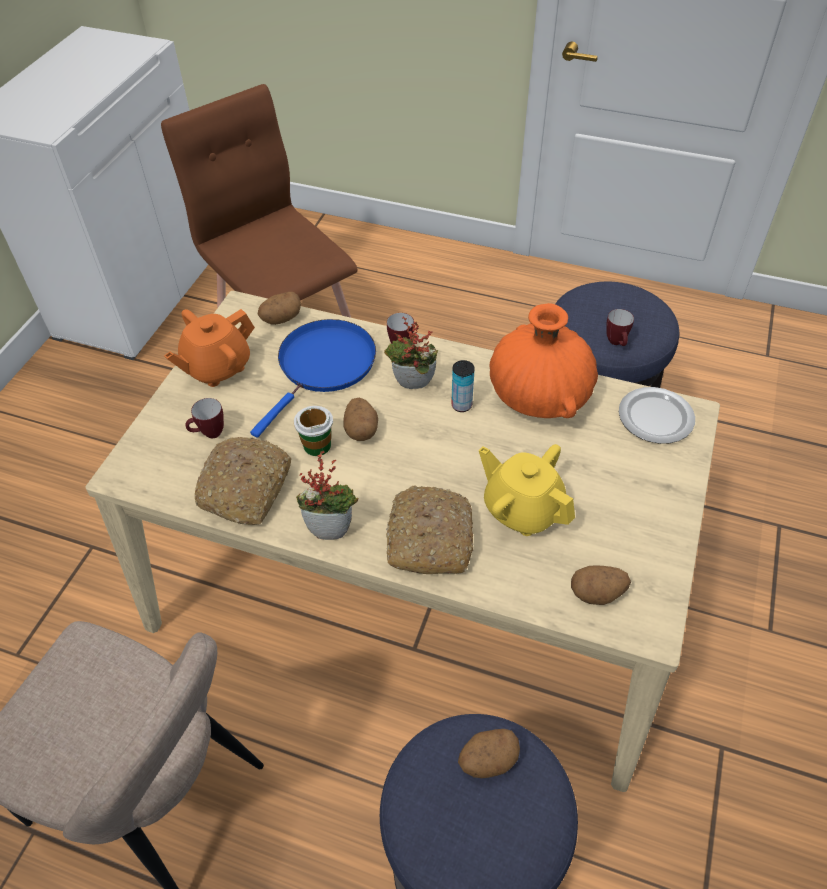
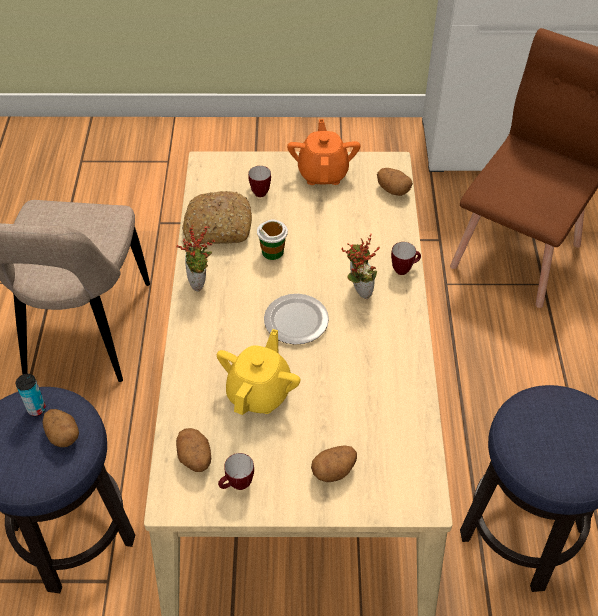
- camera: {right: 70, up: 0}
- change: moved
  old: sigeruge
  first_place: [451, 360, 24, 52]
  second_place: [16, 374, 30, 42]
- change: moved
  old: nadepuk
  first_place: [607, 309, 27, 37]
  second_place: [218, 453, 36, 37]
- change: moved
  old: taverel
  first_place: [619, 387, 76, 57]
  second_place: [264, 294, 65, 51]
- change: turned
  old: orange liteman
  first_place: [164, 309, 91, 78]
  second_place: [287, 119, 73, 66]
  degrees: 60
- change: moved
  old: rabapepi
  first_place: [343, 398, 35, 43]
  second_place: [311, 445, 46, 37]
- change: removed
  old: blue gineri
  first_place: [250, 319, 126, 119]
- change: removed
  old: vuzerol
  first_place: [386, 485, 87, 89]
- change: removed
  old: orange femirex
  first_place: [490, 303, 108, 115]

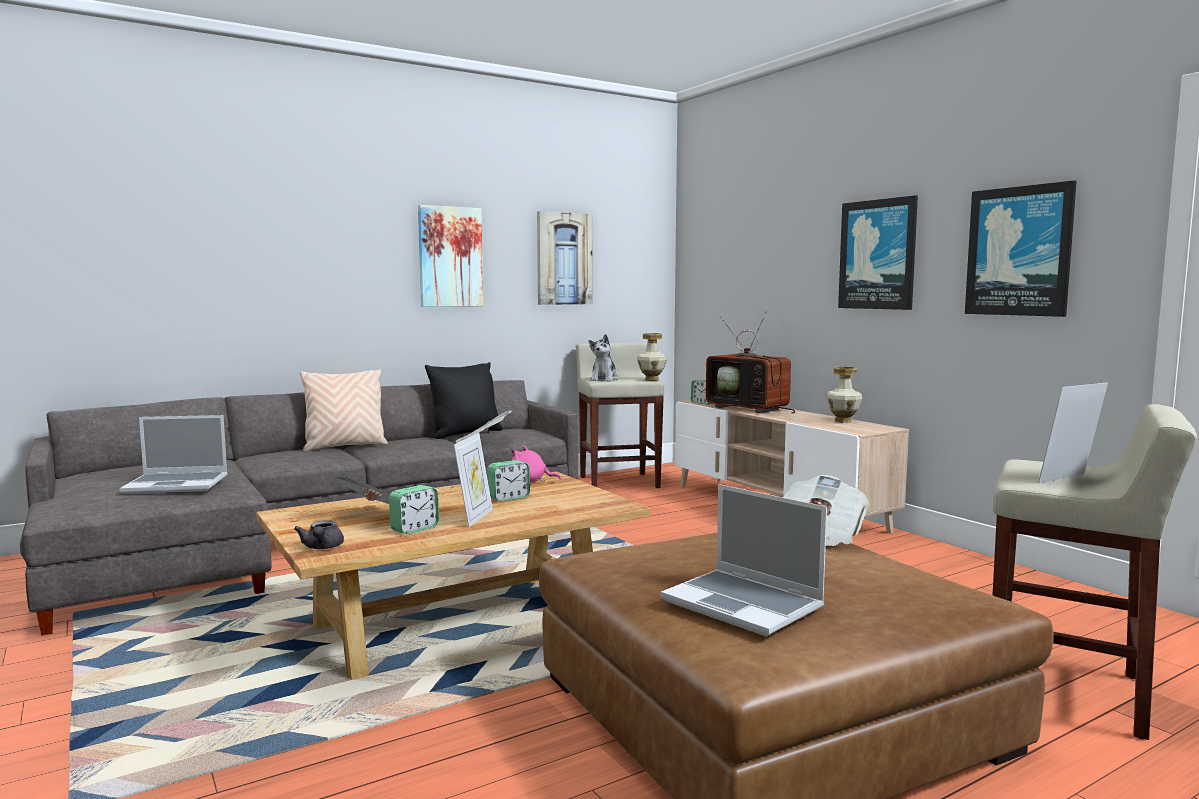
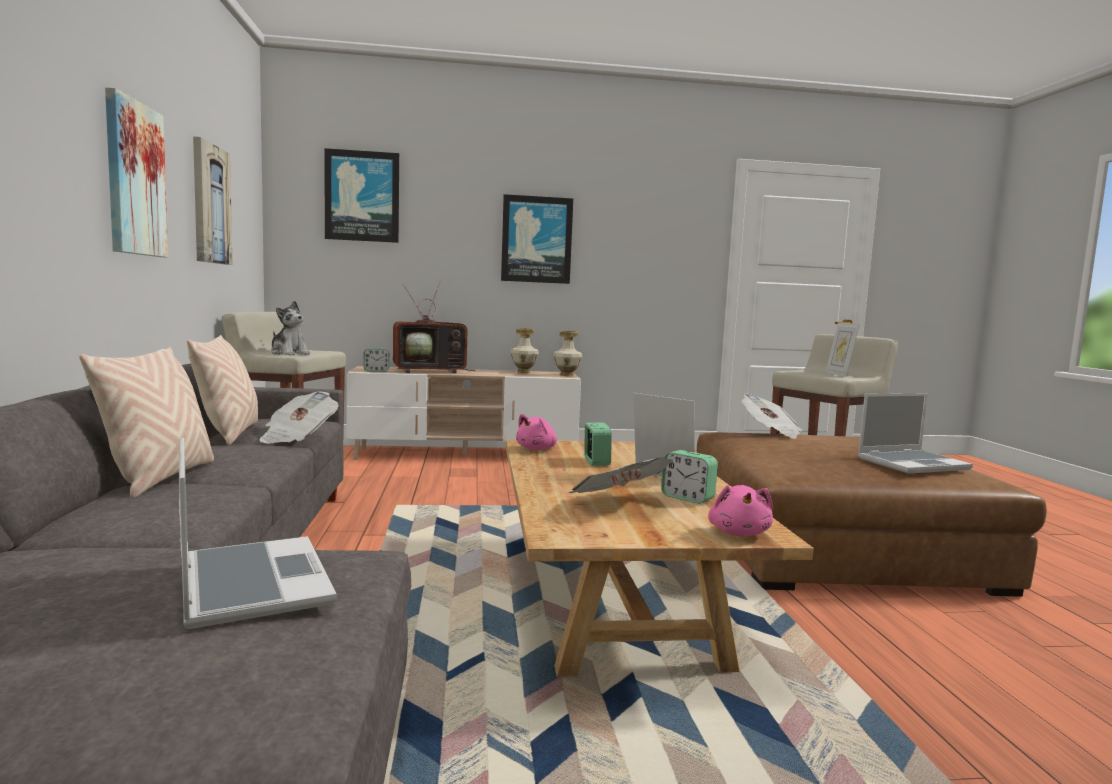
- camera: {right: -65, up: 0}
- change: turned
  old: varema
  first_place: [119, 415, 109, 79]
  second_place: [179, 438, 158, 191]
  degrees: -45
- change: recoloured
  old: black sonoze
  new: beige sonoze
  first_place: [425, 362, 78, 77]
  second_place: [187, 335, 71, 110]
- change: moved
  old: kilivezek
  first_place: [965, 180, 112, 137]
  second_place: [324, 148, 75, 95]
- change: moved
  old: femirex
  first_place: [637, 333, 30, 47]
  second_place: [553, 331, 30, 45]
- change: turned
  old: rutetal
  first_place: [389, 485, 50, 49]
  second_place: [661, 450, 57, 54]
  degrees: 150
- change: replaced
  old: grey liteman
  new: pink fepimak
  first_place: [294, 520, 50, 29]
  second_place: [708, 485, 65, 51]

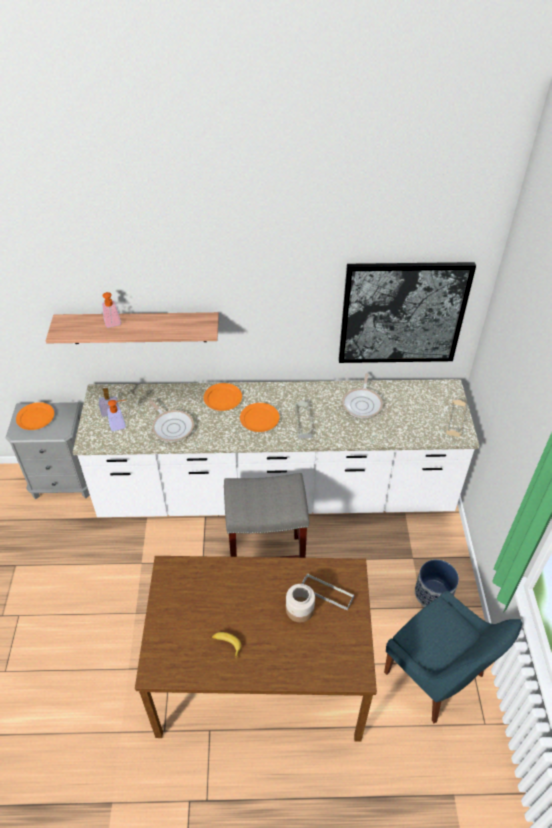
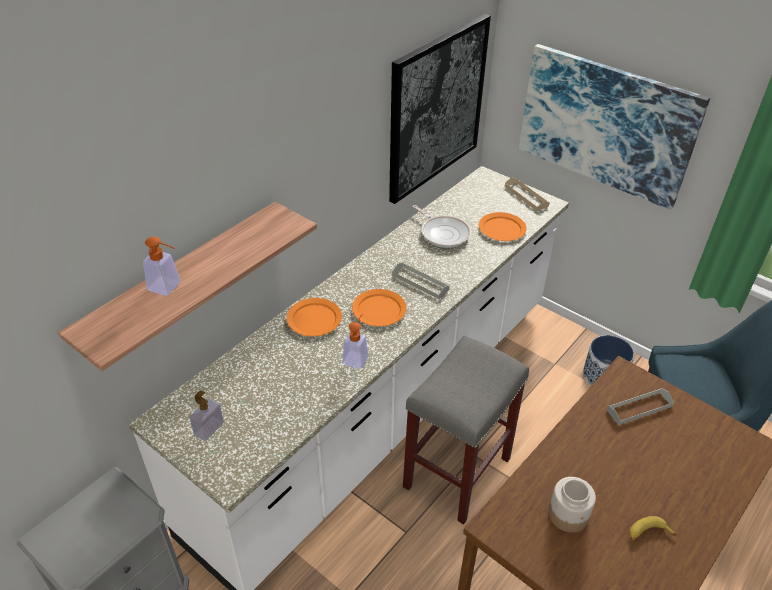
- camera: {right: -50, up: -5}
- change: moved
  old: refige
  first_place: [107, 399, 20, 32]
  second_place: [343, 313, 25, 56]
- change: moved
  old: orange taverel
  first_place: [16, 402, 38, 28]
  second_place: [479, 212, 48, 29]
- change: added
  new: kilivezek
  second_place: [519, 44, 191, 166]
- change: moved
  old: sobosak
  first_place: [286, 584, 29, 38]
  second_place: [548, 477, 48, 55]
- change: removed
  old: gineri
  first_place: [149, 400, 45, 42]

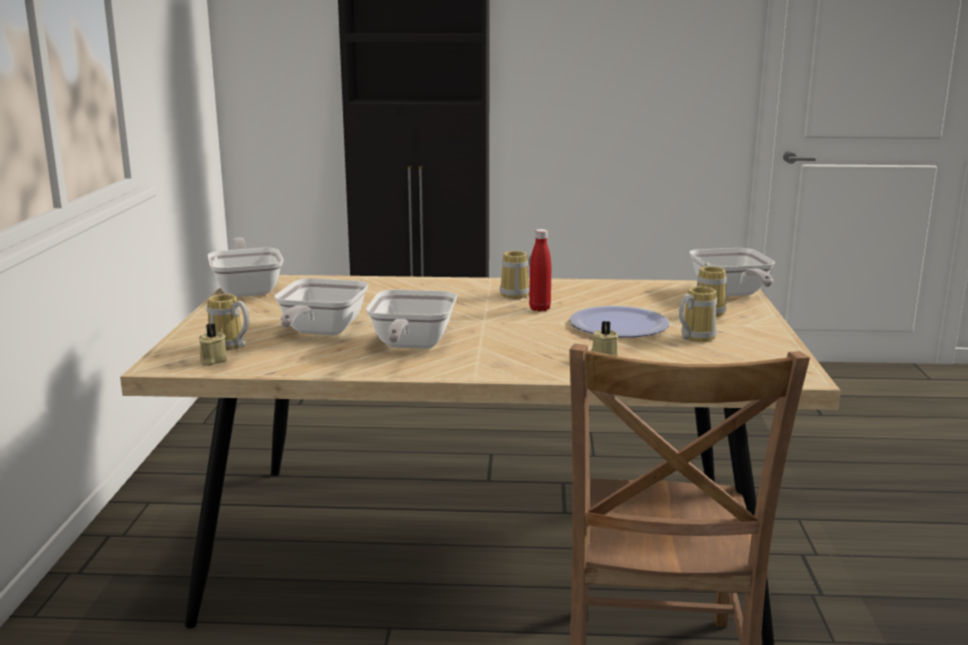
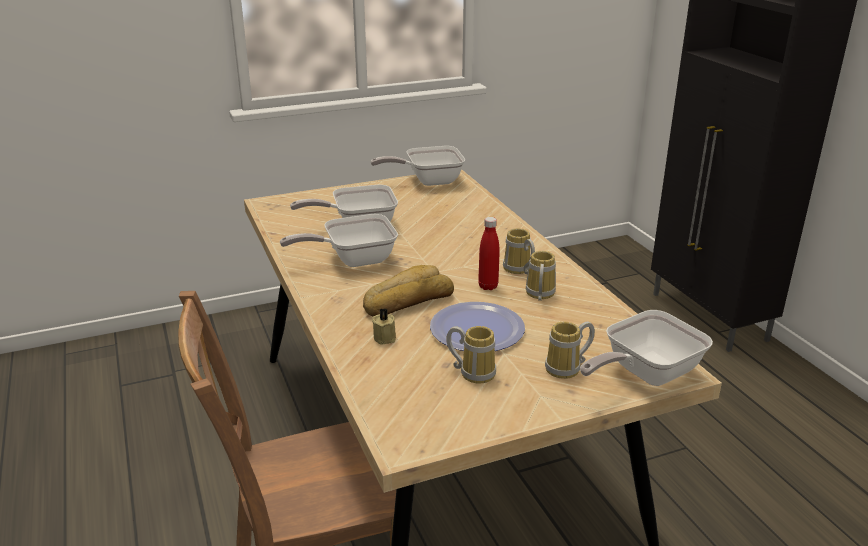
- camera: {right: 65, up: 10}
- change: added
  new: vuzerol
  second_place: [363, 265, 91, 52]
- change: turned
  old: gineri
  first_place: [208, 237, 76, 60]
  second_place: [371, 146, 94, 40]
  degrees: -150
- change: moved
  old: nadepuk
  first_place: [207, 294, 42, 57]
  second_place: [526, 251, 30, 50]
- change: removed
  old: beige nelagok
  first_place: [199, 324, 28, 42]

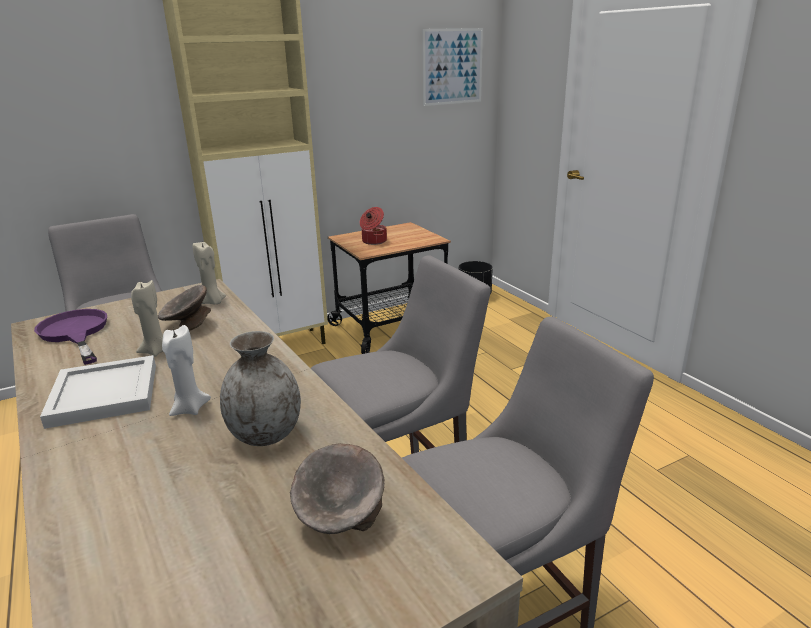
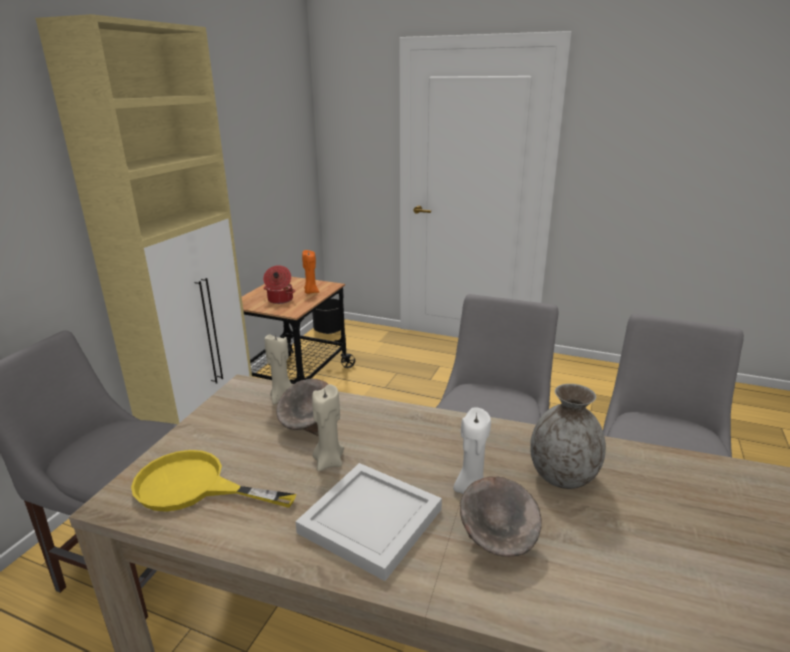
- camera: {right: -40, up: 0}
- change: recoloured
  old: purple gineri
  new: yellow gineri
  first_place: [34, 309, 73, 56]
  second_place: [131, 450, 165, 62]
- change: added
  new: orange nelagok
  second_place: [302, 250, 17, 44]
- change: moved
  old: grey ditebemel
  first_place: [290, 443, 95, 91]
  second_place: [460, 476, 82, 81]
- change: removed
  old: kilivezek
  first_place: [422, 28, 61, 78]

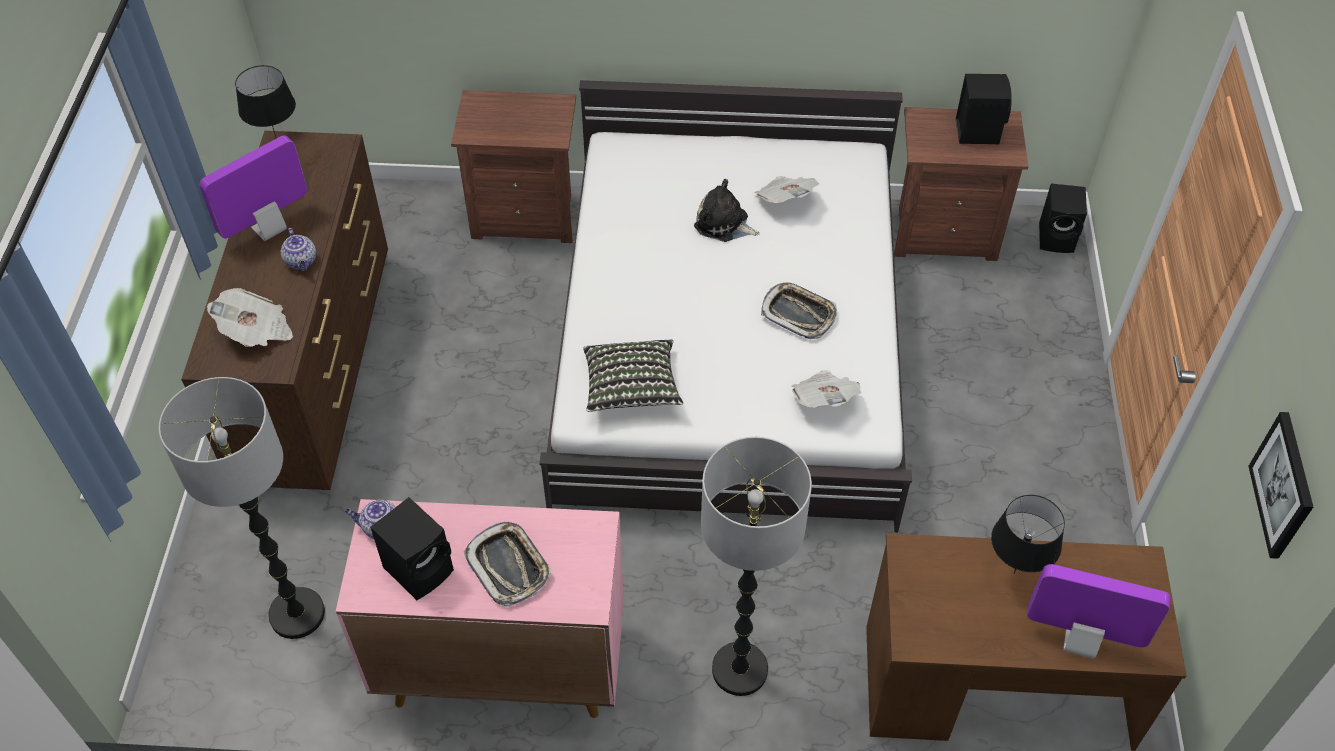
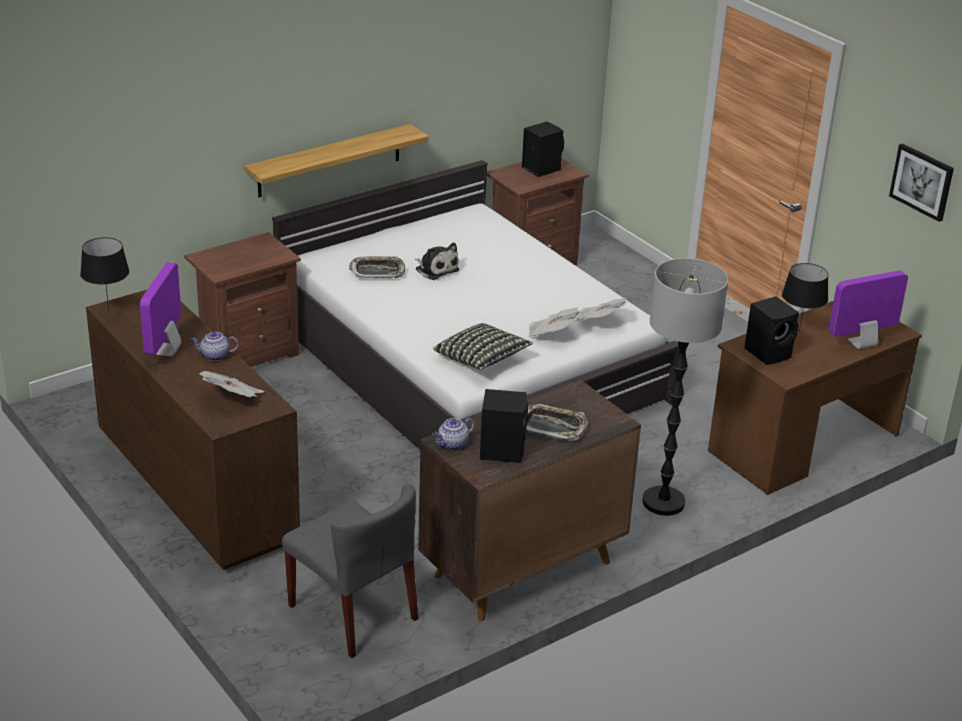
- camera: {right: -40, up: -20}
- change: turned
  old: liteman
  first_place: [281, 228, 35, 43]
  second_place: [191, 332, 48, 29]
  degrees: 150
- change: added
  new: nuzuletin
  second_place: [244, 124, 185, 73]
- change: replaced
  old: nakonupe
  new: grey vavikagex
  first_place: [158, 377, 167, 262]
  second_place: [282, 484, 137, 174]
- change: moved
  old: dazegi
  first_place: [761, 282, 76, 57]
  second_place: [349, 256, 56, 22]
- change: turned
  old: fepimak
  first_place: [694, 179, 66, 63]
  second_place: [415, 242, 45, 38]
  degrees: -120
- change: recoloured
  old: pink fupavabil
  new: brown fupavabil
  first_place: [336, 499, 288, 219]
  second_place: [418, 380, 223, 241]
- change: moved
  old: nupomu
  first_place: [754, 176, 66, 27]
  second_place: [528, 308, 53, 29]
- change: moved
  old: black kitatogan
  first_place: [1039, 184, 48, 69]
  second_place: [744, 296, 55, 69]

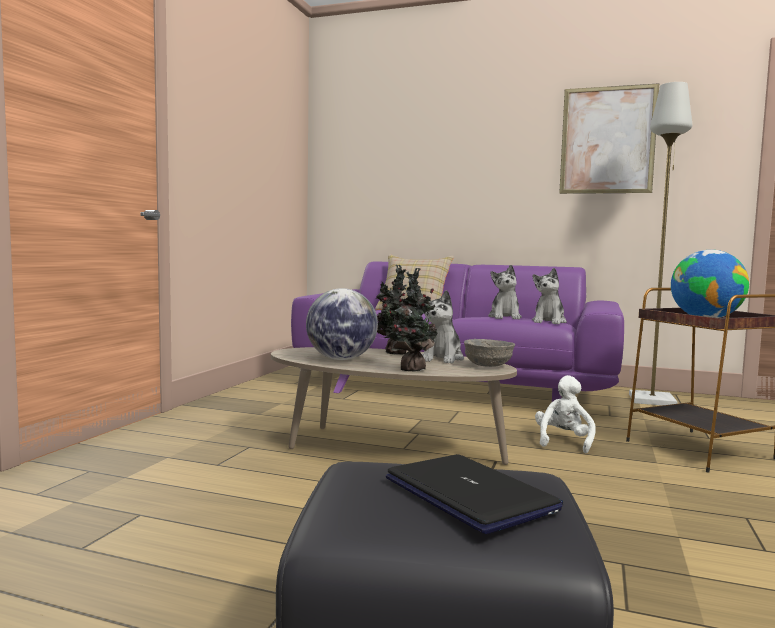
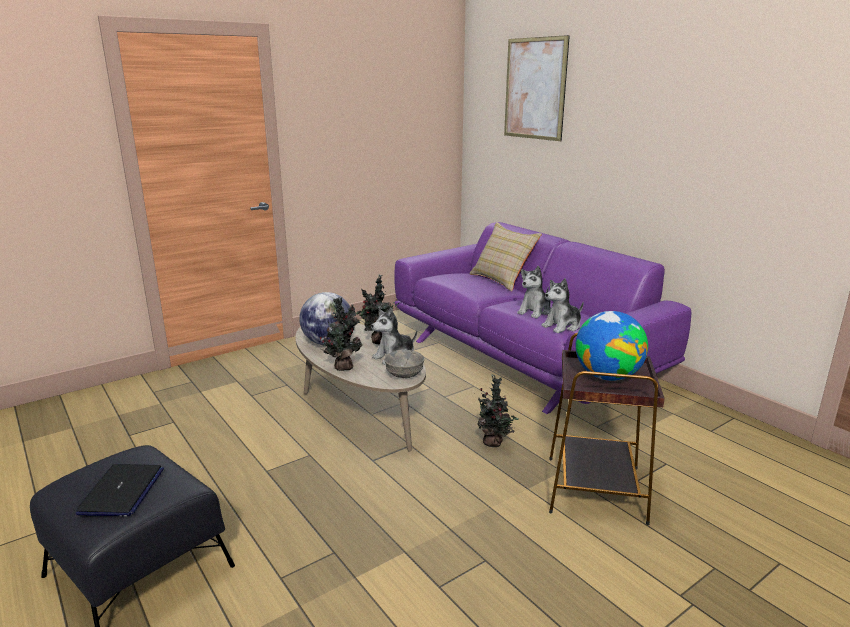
- camera: {right: 35, up: 15}
- change: replaced
  old: white fepimak
  new: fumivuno
  first_place: [535, 375, 61, 78]
  second_place: [477, 374, 42, 73]
- change: moved
  old: kilivezek
  first_place: [559, 83, 100, 111]
  second_place: [504, 35, 66, 106]
- change: removed
  old: grey nakonupe
  first_place: [629, 82, 63, 323]

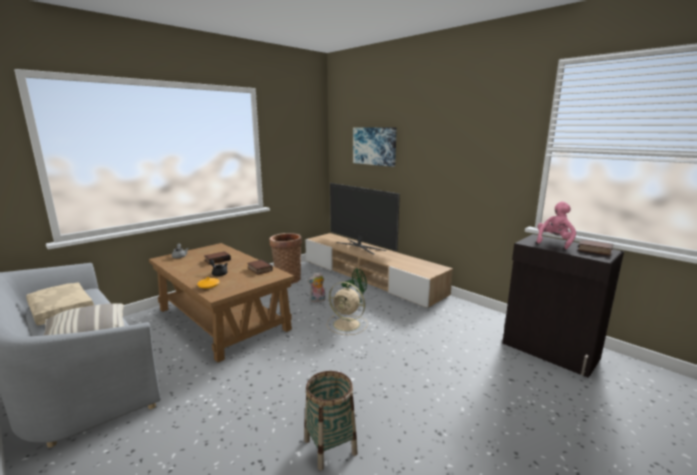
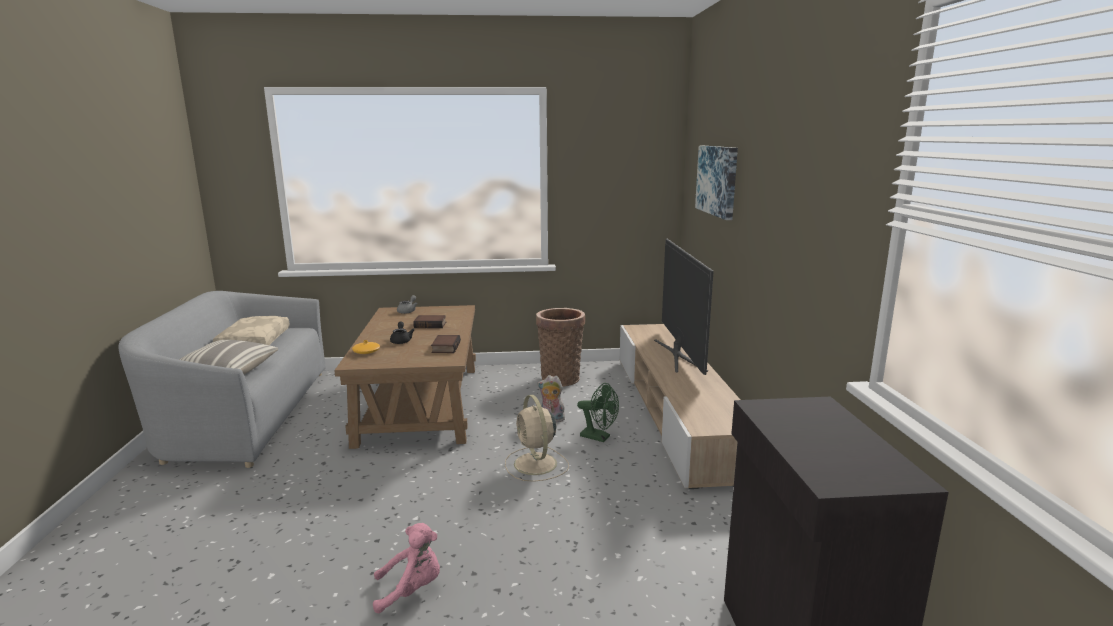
- camera: {right: 40, up: 0}
- change: moved
  old: pink fepimak
  first_place: [537, 201, 39, 48]
  second_place: [373, 523, 67, 90]
- change: removed
  old: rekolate
  first_place: [304, 371, 54, 99]
- change: removed
  old: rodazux
  first_place: [578, 239, 35, 17]

